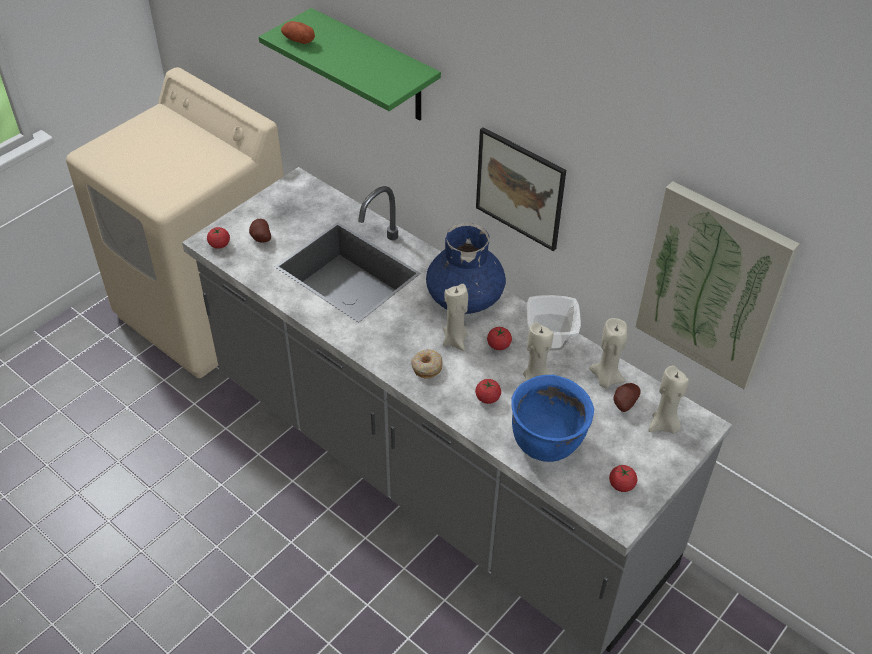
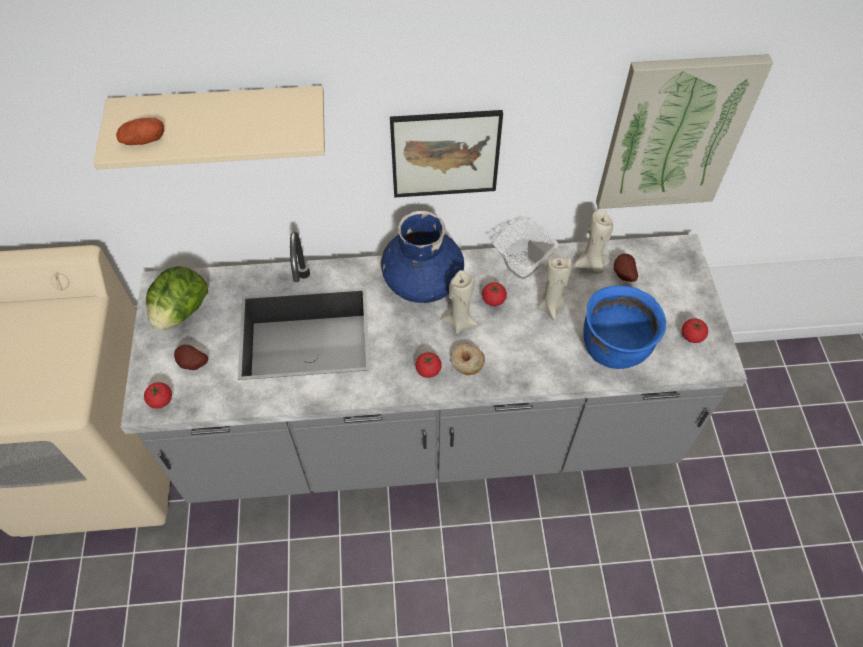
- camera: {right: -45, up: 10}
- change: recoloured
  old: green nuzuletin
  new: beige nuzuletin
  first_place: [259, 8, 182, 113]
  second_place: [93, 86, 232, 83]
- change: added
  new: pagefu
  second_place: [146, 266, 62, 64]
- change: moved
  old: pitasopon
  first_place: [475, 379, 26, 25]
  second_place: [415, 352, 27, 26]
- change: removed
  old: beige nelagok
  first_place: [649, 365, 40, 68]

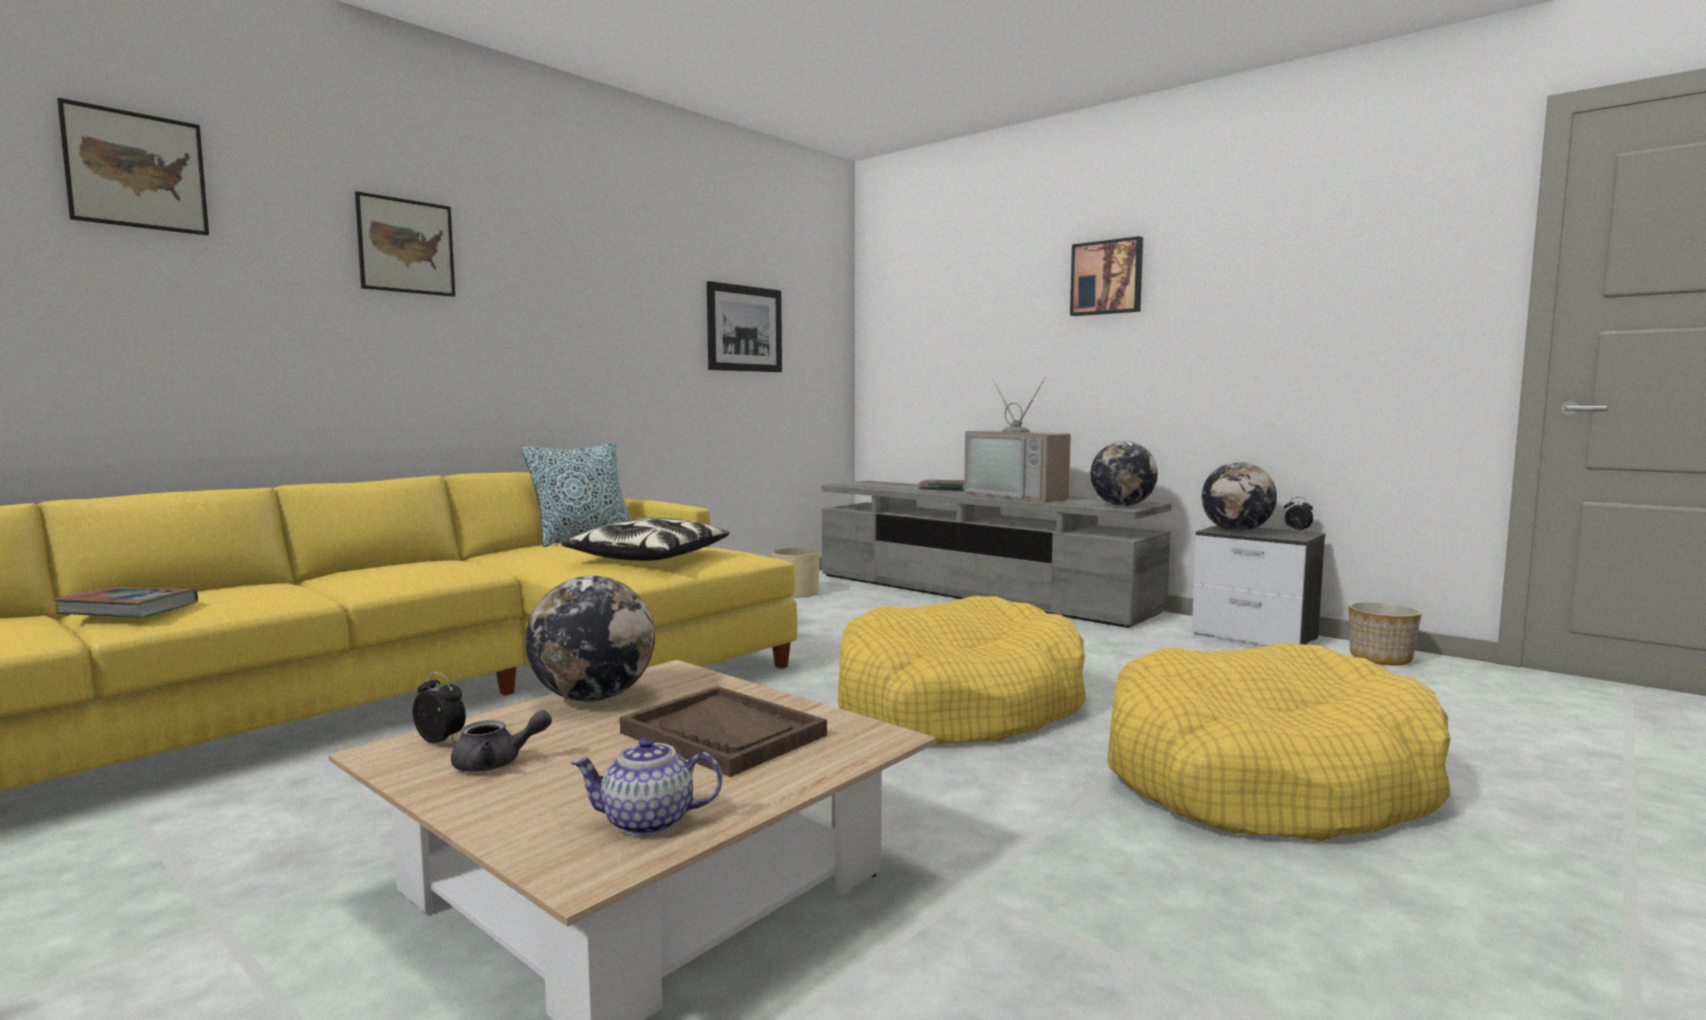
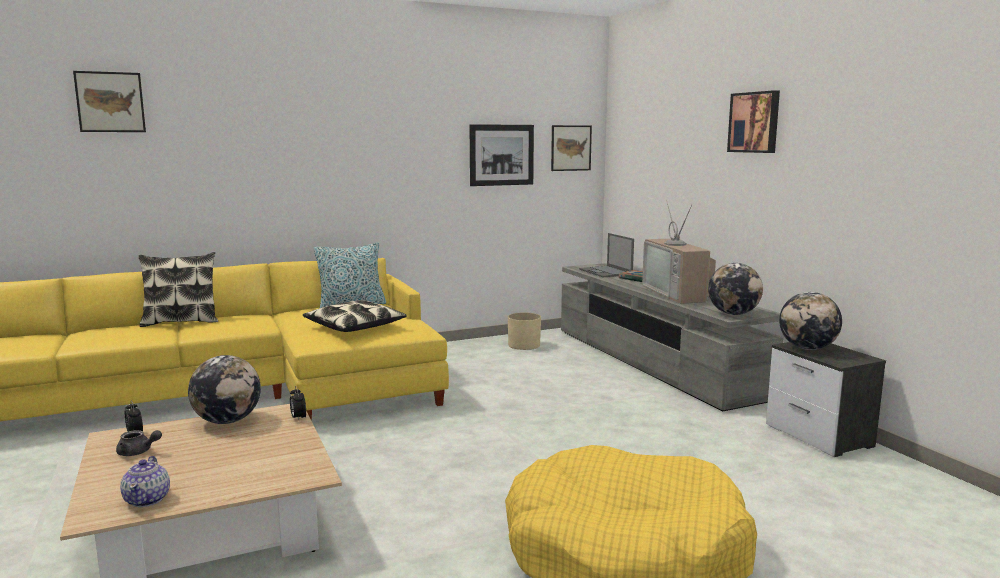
- camera: {right: 25, up: 5}
- change: turned
  old: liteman
  first_place: [570, 737, 152, 99]
  second_place: [120, 456, 50, 51]
  degrees: -120
- change: added
  new: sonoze
  second_place: [139, 252, 79, 75]
- change: moved
  old: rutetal
  first_place: [1284, 497, 29, 35]
  second_place: [290, 386, 16, 34]
- change: moved
  old: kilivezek
  first_place: [355, 191, 100, 106]
  second_place: [551, 125, 41, 46]
- change: added
  new: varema
  second_place: [579, 233, 55, 44]
- change: removed
  old: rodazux
  first_place: [53, 587, 145, 31]
- change: removed
  old: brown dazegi
  first_place: [620, 686, 207, 91]
- change: removed
  old: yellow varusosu
  first_place: [837, 596, 249, 148]
- change: removed
  old: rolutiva
  first_place: [1349, 601, 73, 64]

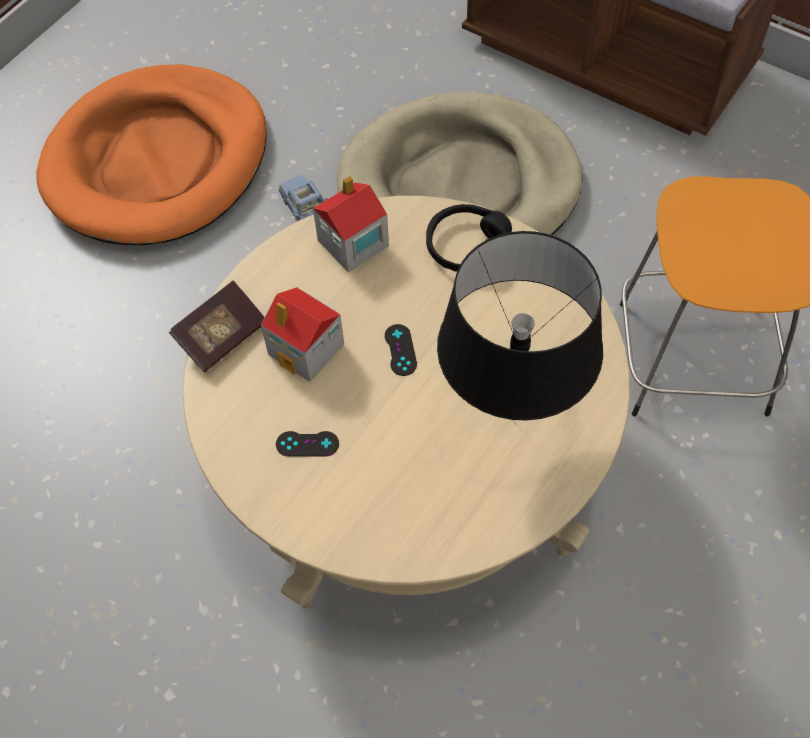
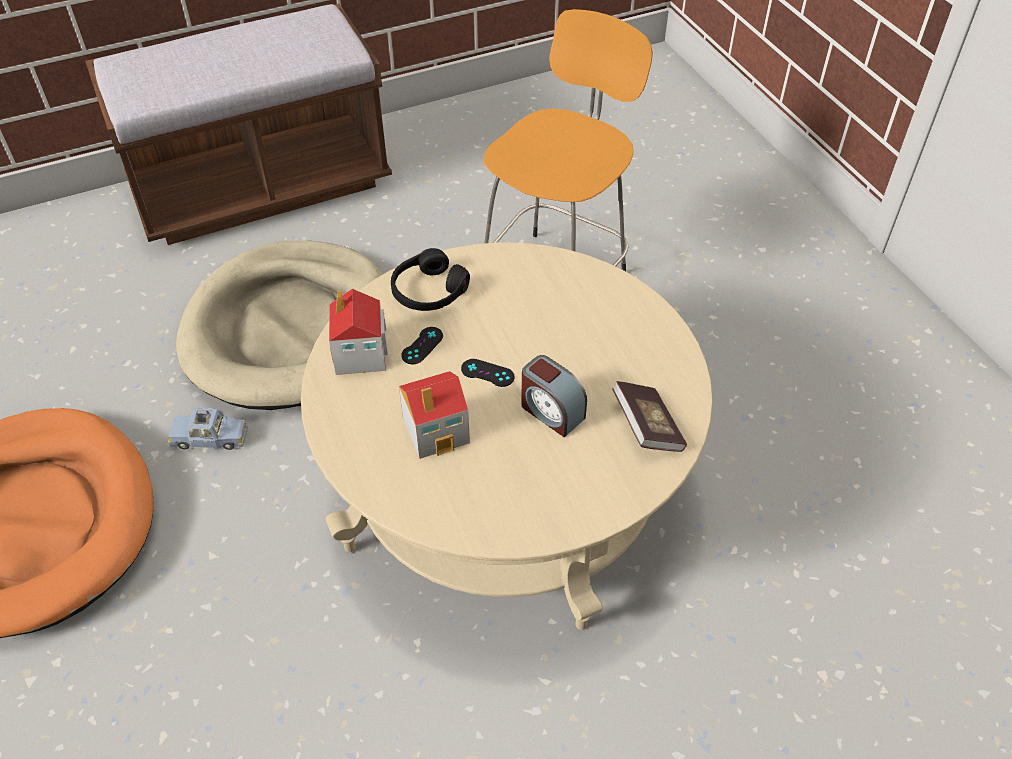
- camera: {right: -60, up: -10}
- change: moved
  old: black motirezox
  first_place: [276, 431, 63, 26]
  second_place: [401, 327, 42, 37]
- change: added
  new: rutetal
  second_place: [521, 355, 66, 82]
- change: moved
  old: rodazux
  first_place: [169, 281, 96, 91]
  second_place: [612, 381, 75, 71]
- change: removed
  old: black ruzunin
  first_place: [437, 231, 166, 190]

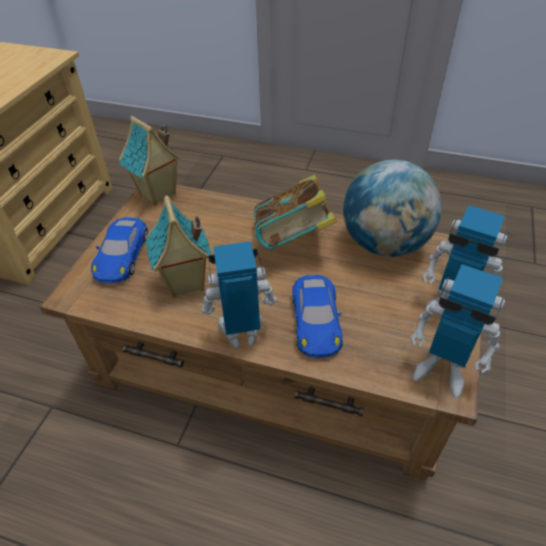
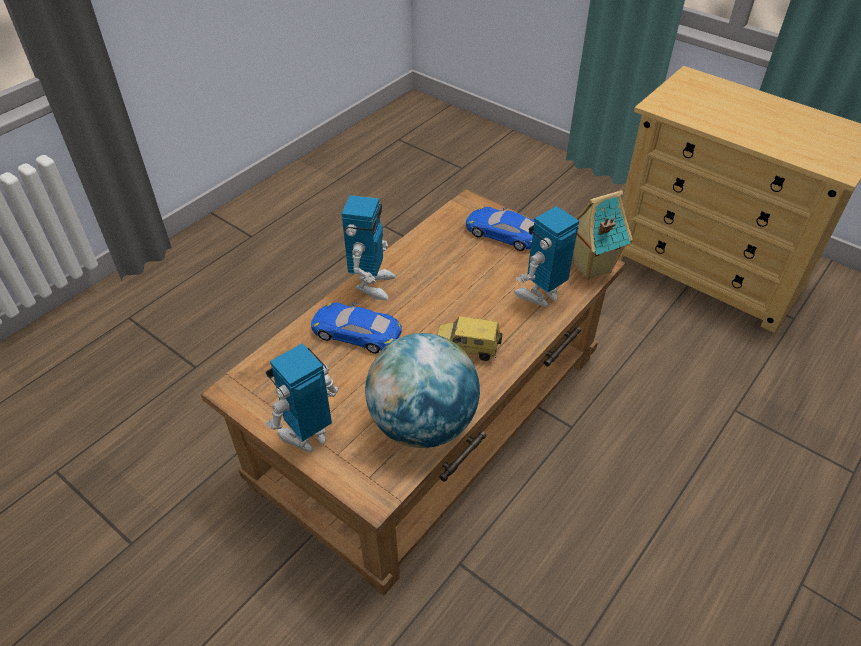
- camera: {right: 110, up: 0}
- change: replaced
  old: rodazux
  new: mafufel
  first_place: [254, 174, 83, 76]
  second_place: [436, 316, 66, 45]
- change: moved
  old: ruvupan
  first_place: [410, 264, 95, 135]
  second_place: [514, 206, 65, 101]
- change: removed
  old: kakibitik
  first_place: [145, 195, 67, 103]

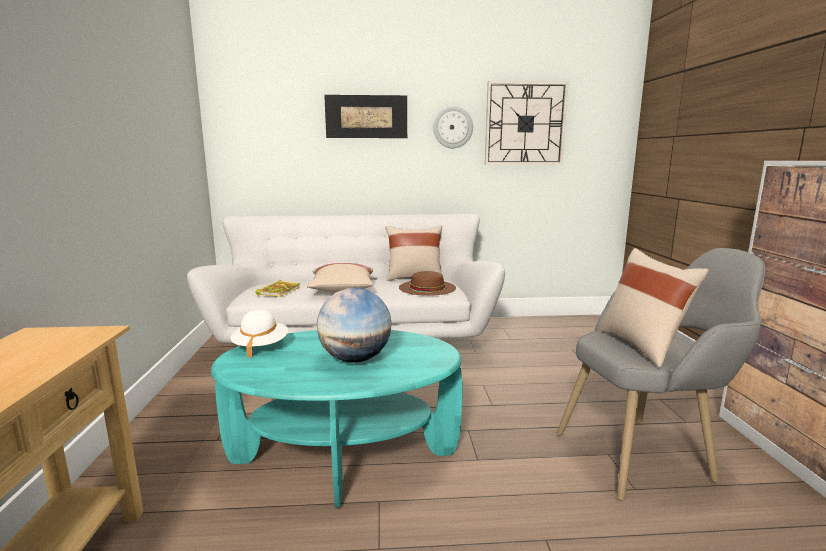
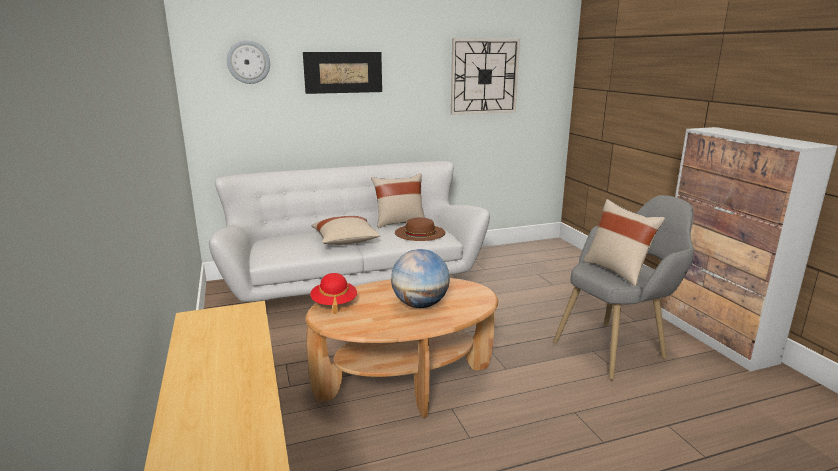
- camera: {right: -15, up: 5}
- change: moved
  old: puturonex
  first_place: [433, 106, 40, 42]
  second_place: [227, 40, 43, 44]
- change: recoloured
  old: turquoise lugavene
  new: brown lugavene
  first_place: [211, 330, 251, 178]
  second_place: [305, 278, 193, 140]
- change: recoloured
  old: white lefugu
  new: red lefugu
  first_place: [230, 309, 58, 49]
  second_place: [310, 273, 47, 41]
- change: removed
  old: rodazux
  first_place: [255, 280, 45, 17]

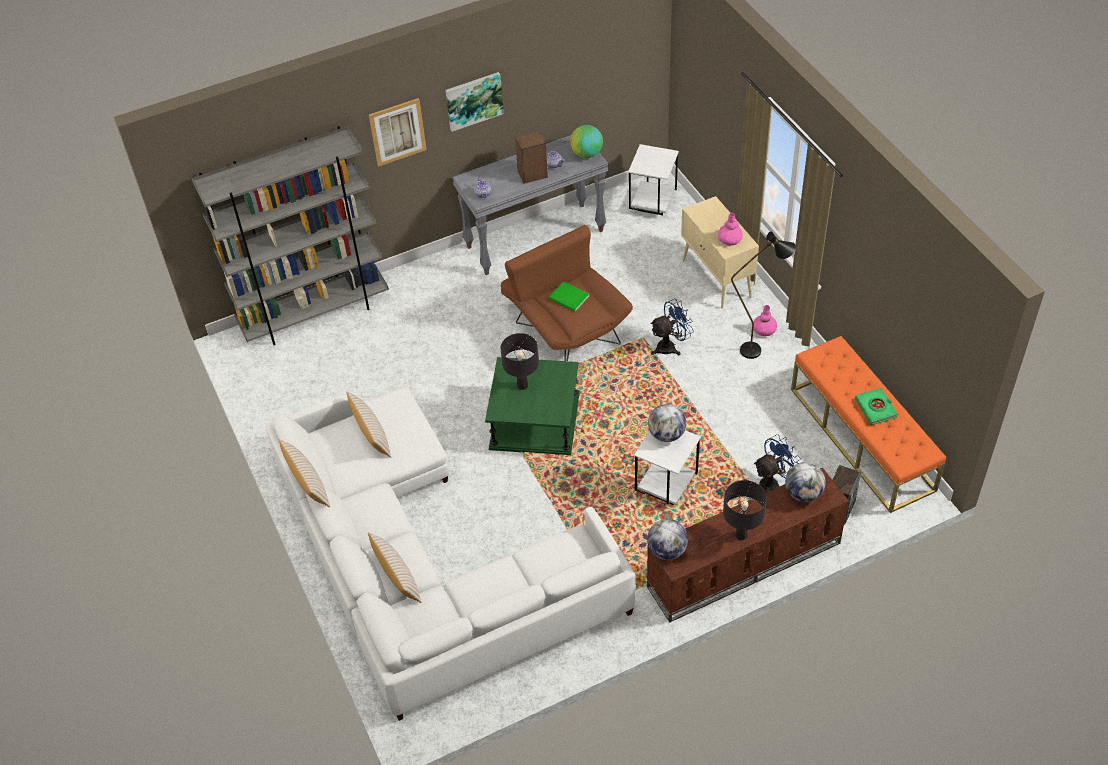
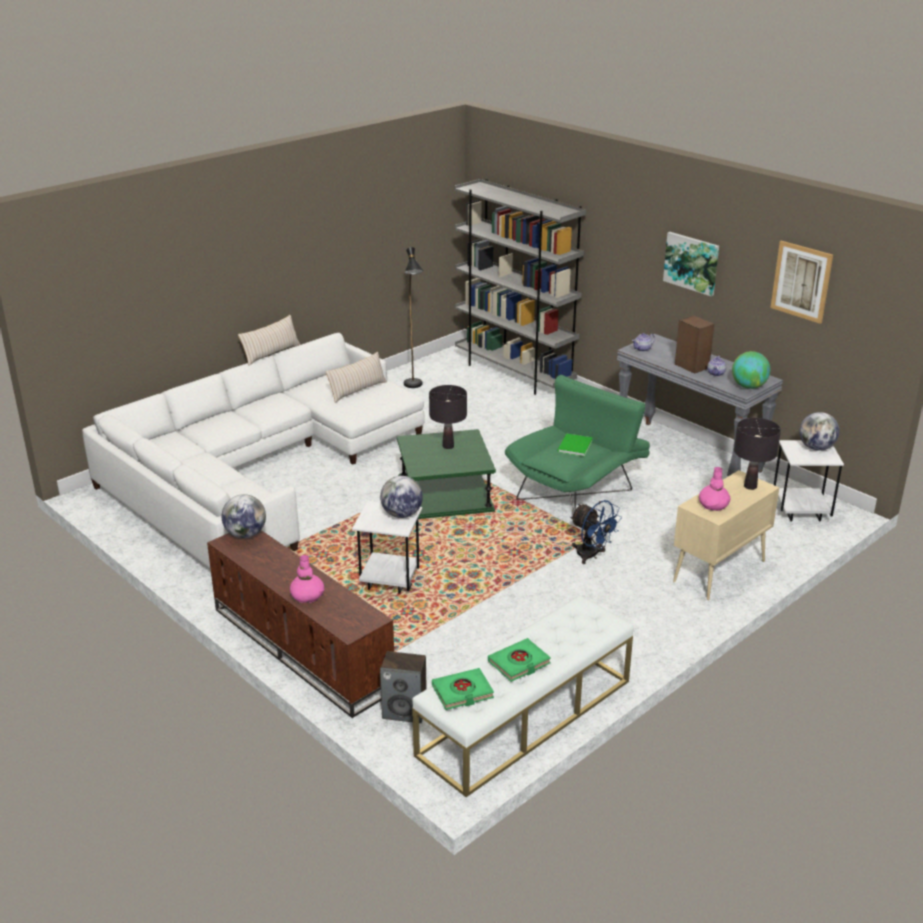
- camera: {right: 70, up: -20}
- change: moved
  old: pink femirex
  first_place: [754, 305, 23, 31]
  second_place: [290, 555, 35, 48]
- change: moved
  old: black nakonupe
  first_place: [731, 231, 65, 128]
  second_place: [404, 247, 19, 141]
- change: recoloured
  old: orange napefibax
  new: white napefibax
  first_place: [791, 336, 155, 177]
  second_place: [412, 595, 221, 202]
- change: added
  new: green rodazux
  second_place: [432, 668, 62, 42]
- change: recoloured
  old: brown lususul
  new: green lususul
  first_place: [501, 225, 132, 136]
  second_place: [505, 375, 145, 150]
- change: moved
  old: black ruzunin
  first_place: [723, 480, 44, 60]
  second_place: [734, 418, 47, 72]
- change: moved
  old: kilivezek
  first_place: [369, 98, 58, 69]
  second_place: [770, 241, 63, 83]
- change: moved
  old: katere
  first_place: [785, 462, 41, 40]
  second_place: [799, 412, 41, 39]
- change: removed
  old: beige sonoze
  first_place: [368, 532, 53, 71]
- change: removed
  old: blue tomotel
  first_place: [754, 434, 47, 59]

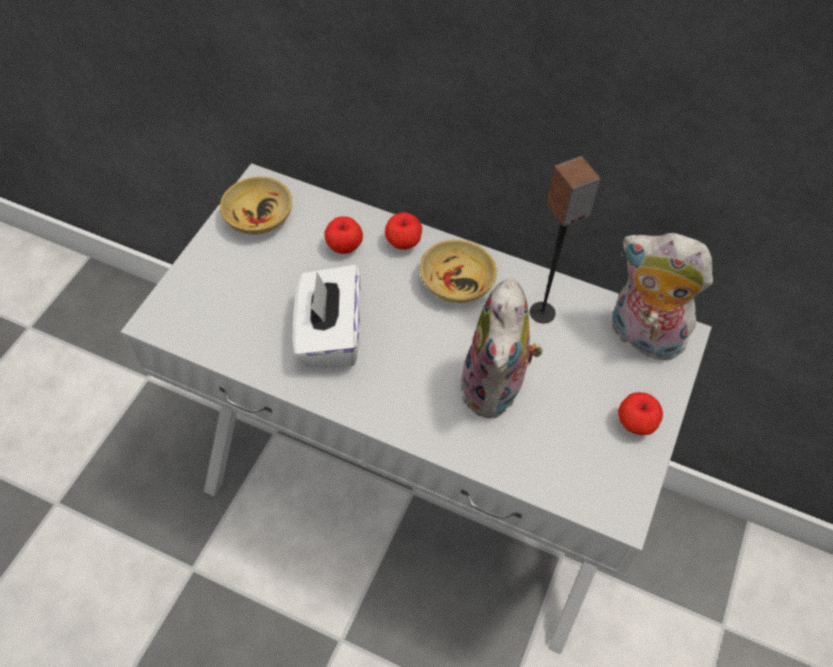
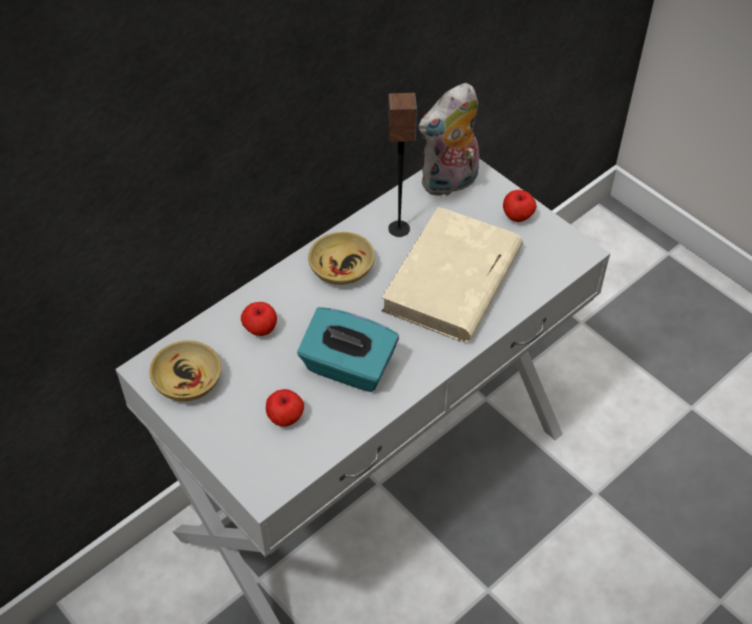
- camera: {right: -65, up: -5}
- change: moved
  old: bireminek
  first_place: [385, 212, 37, 38]
  second_place: [266, 389, 38, 37]
- change: recoloured
  old: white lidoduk
  new: turquoise lidoduk
  first_place: [293, 265, 68, 102]
  second_place: [297, 307, 102, 85]
- change: replaced
  old: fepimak
  new: beige rodazux
  first_place: [461, 277, 82, 141]
  second_place: [381, 207, 142, 135]

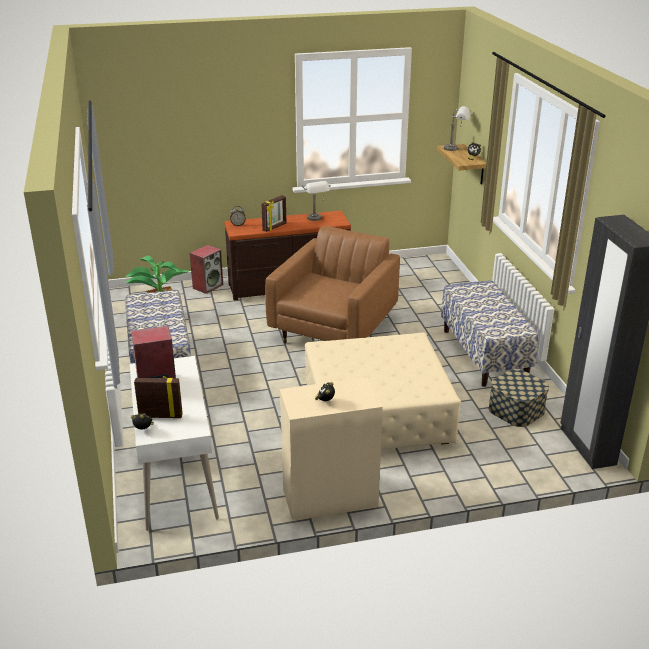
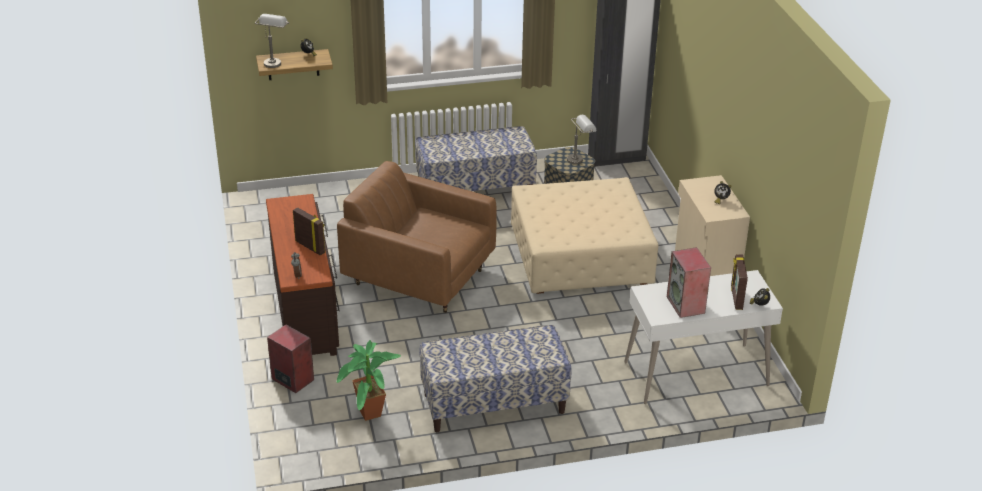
- camera: {right: -90, up: 5}
- change: moved
  old: grey ruzunin
  first_place: [302, 181, 29, 40]
  second_place: [567, 115, 30, 49]

